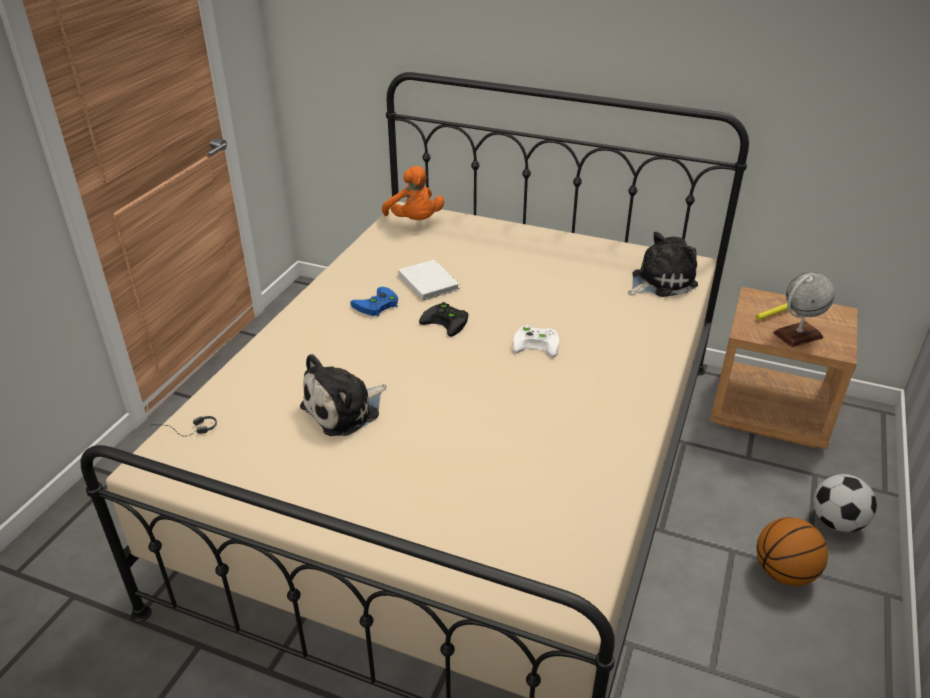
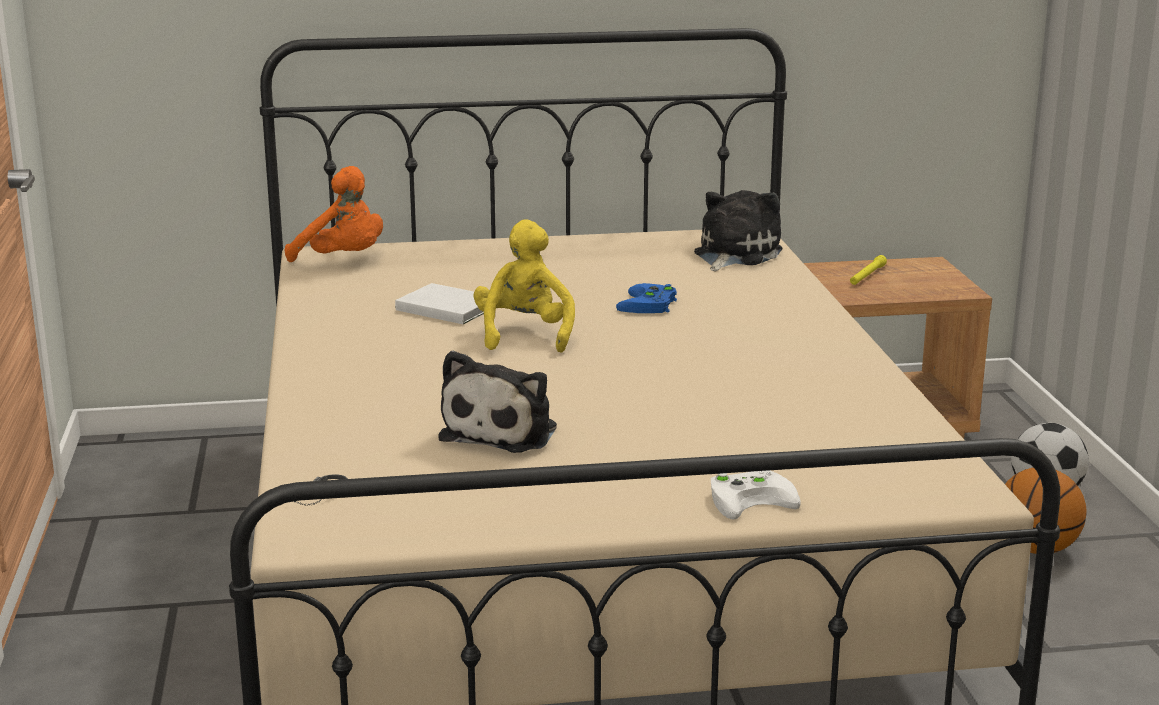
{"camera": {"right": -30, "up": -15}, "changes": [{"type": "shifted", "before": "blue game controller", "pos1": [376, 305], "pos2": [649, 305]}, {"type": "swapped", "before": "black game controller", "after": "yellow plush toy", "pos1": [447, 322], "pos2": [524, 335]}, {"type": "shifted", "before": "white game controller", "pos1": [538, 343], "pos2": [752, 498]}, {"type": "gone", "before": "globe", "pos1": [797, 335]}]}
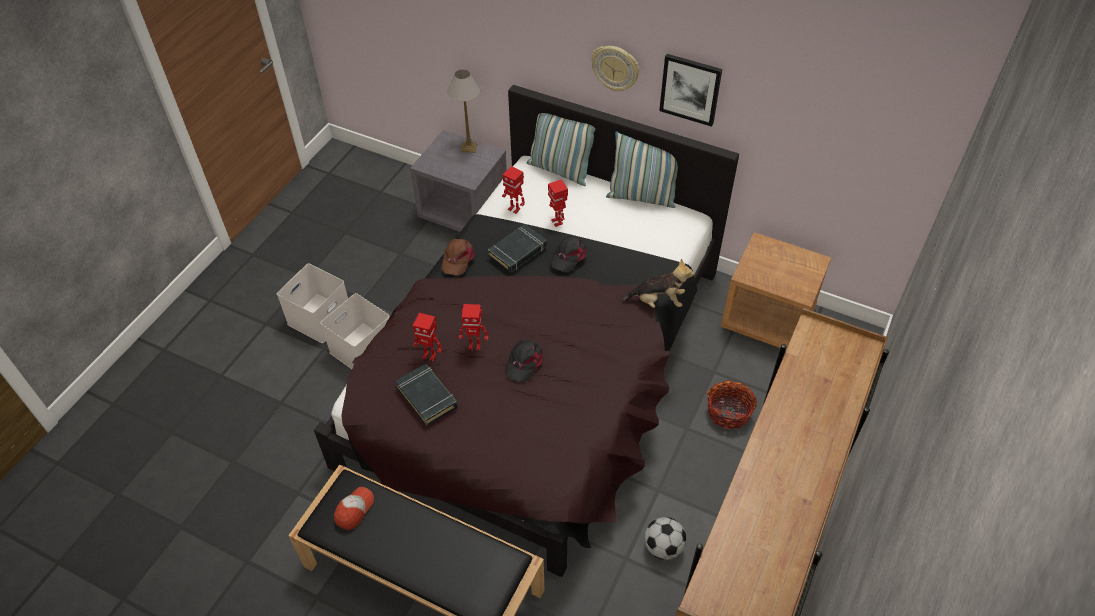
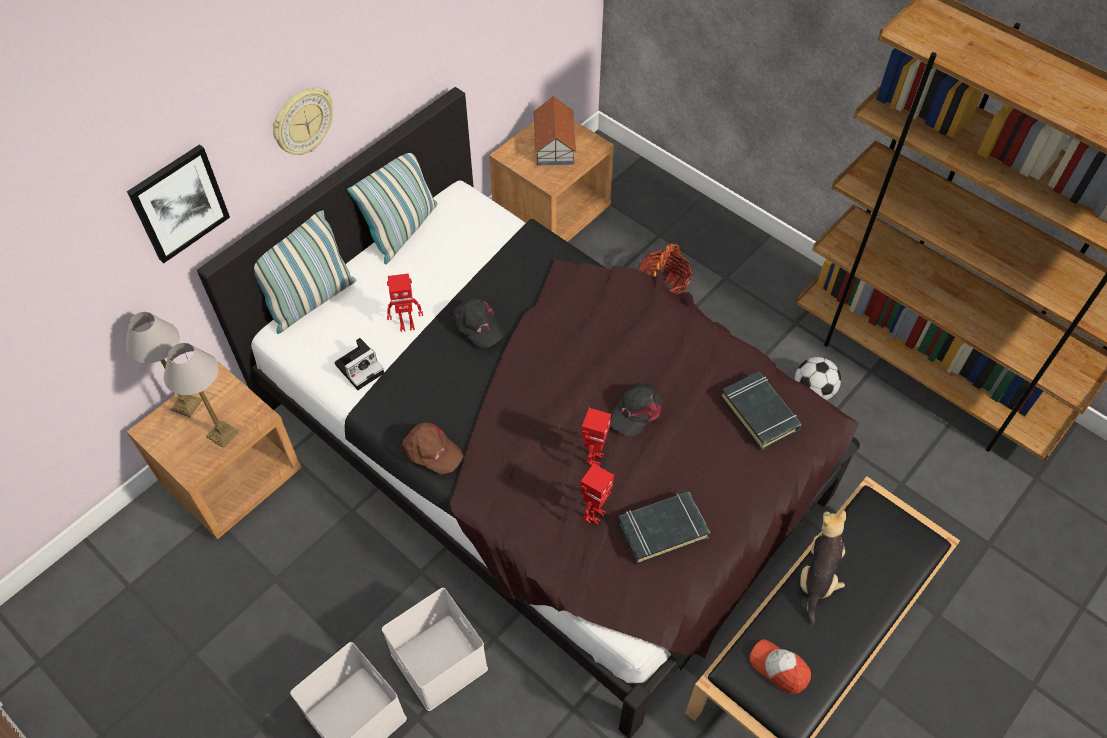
{"camera": {"right": -75, "up": 5}, "changes": [{"type": "repainted", "before": "grey nightstand", "after": "brown nightstand", "pos1": [464, 211], "pos2": [233, 477]}, {"type": "shifted", "before": "black book", "pos1": [518, 251], "pos2": [759, 413]}, {"type": "swapped", "before": "toy robot", "after": "photo camera", "pos1": [514, 209], "pos2": [360, 367]}, {"type": "rotated", "before": "black cap", "pos1": [524, 362], "pos2": [636, 411], "turn": 90}, {"type": "shifted", "before": "plush toy", "pos1": [657, 301], "pos2": [817, 577]}, {"type": "shifted", "before": "picture", "pos1": [690, 89], "pos2": [179, 203]}, {"type": "new", "after": "table lamp", "pos2": [223, 434]}, {"type": "new", "after": "toy house", "pos2": [554, 144]}]}
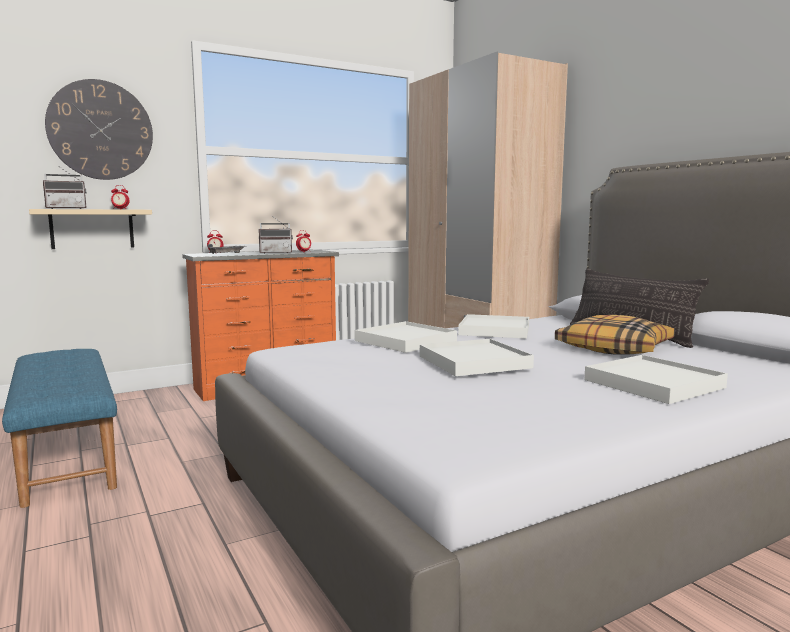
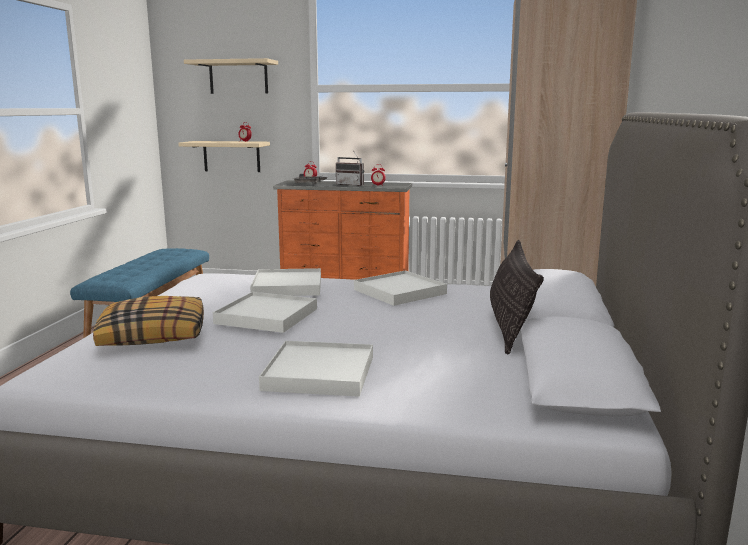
{"camera": {"right": 40, "up": 5}, "changes": [{"type": "gone", "before": "radio", "pos1": [66, 208]}, {"type": "swapped", "before": "wall clock", "after": "beige shelf", "pos1": [100, 130], "pos2": [238, 77]}, {"type": "shifted", "before": "pillow", "pos1": [614, 348], "pos2": [154, 335]}]}
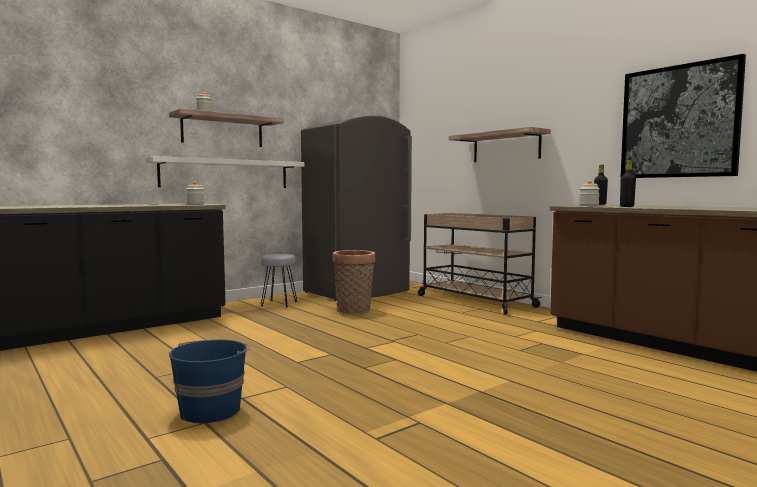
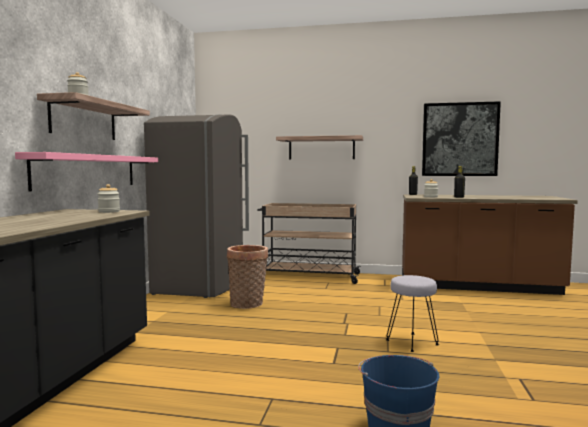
{"camera": {"right": -40, "up": 0}, "changes": [{"type": "repainted", "before": "white shelf", "after": "pink shelf", "pos1": [226, 174], "pos2": [88, 171]}, {"type": "shifted", "before": "grey stool", "pos1": [279, 304], "pos2": [411, 342]}]}
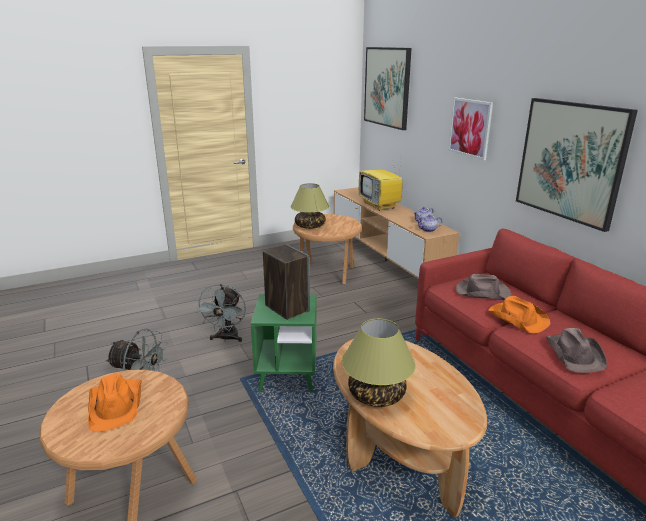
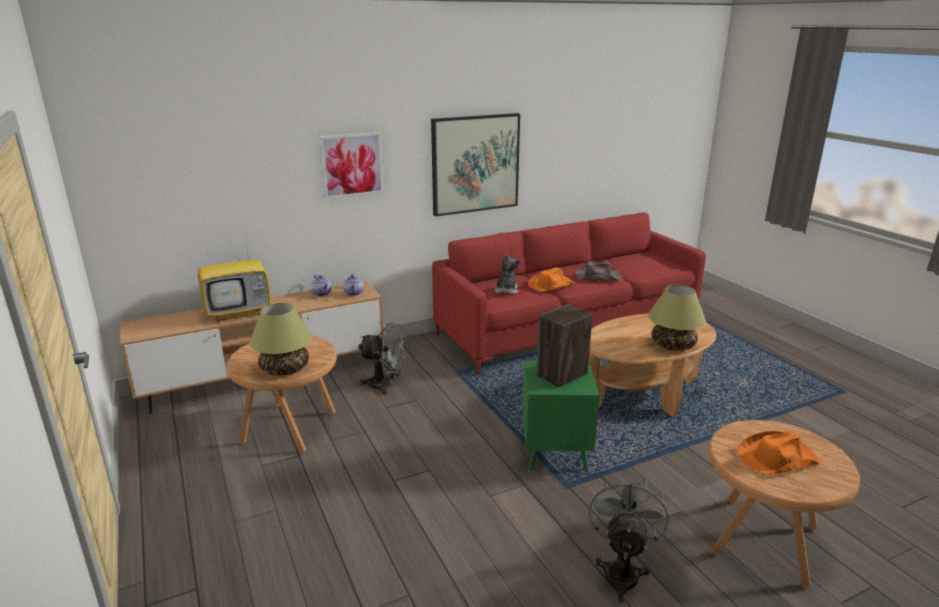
{"camera": {"right": -90, "up": 0}, "changes": [{"type": "shifted", "before": "grey fan", "pos1": [226, 338], "pos2": [386, 385]}, {"type": "gone", "before": "picture", "pos1": [387, 87]}, {"type": "swapped", "before": "brown hat", "after": "plush toy", "pos1": [482, 292], "pos2": [506, 290]}]}
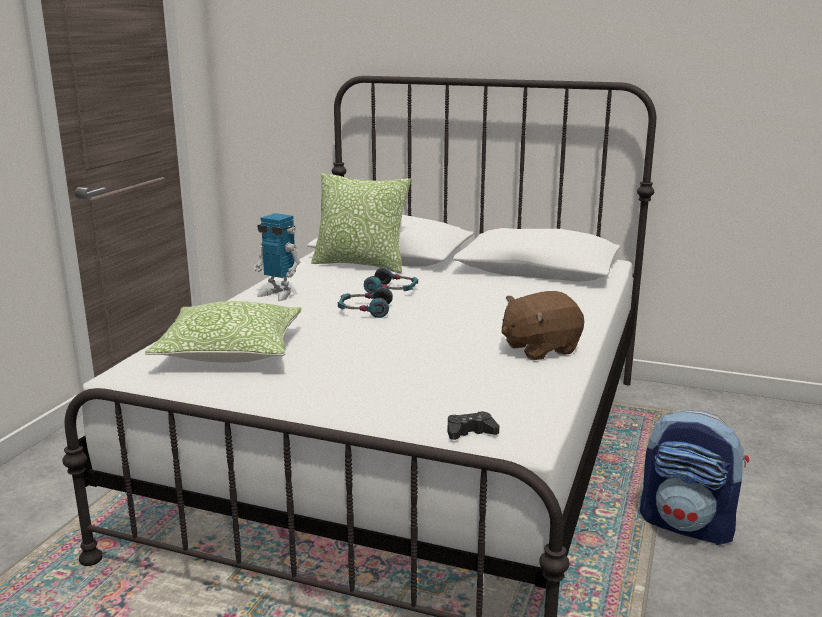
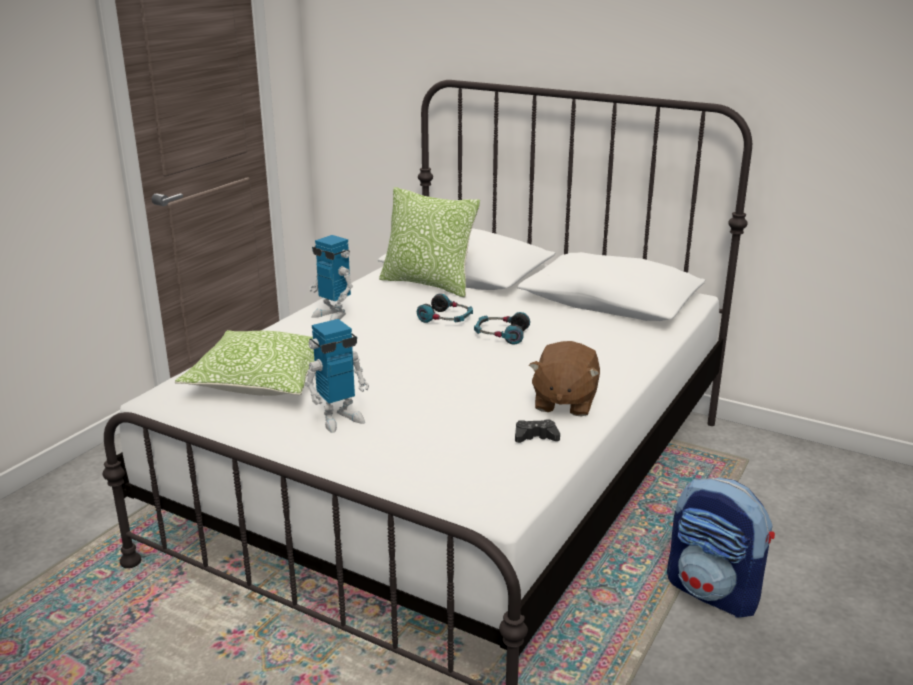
{"camera": {"right": 10, "up": 5}, "changes": [{"type": "shifted", "before": "headphones", "pos1": [365, 310], "pos2": [501, 335]}, {"type": "shifted", "before": "black game controller", "pos1": [470, 432], "pos2": [535, 437]}, {"type": "rotated", "before": "brown plush toy", "pos1": [539, 348], "pos2": [564, 402], "turn": -60}, {"type": "new", "after": "toy robot", "pos2": [339, 419]}]}
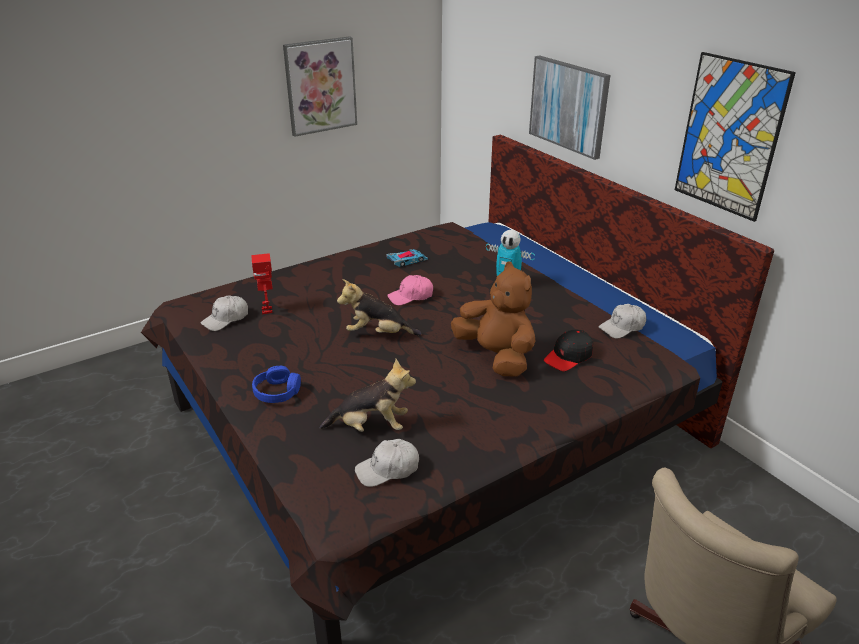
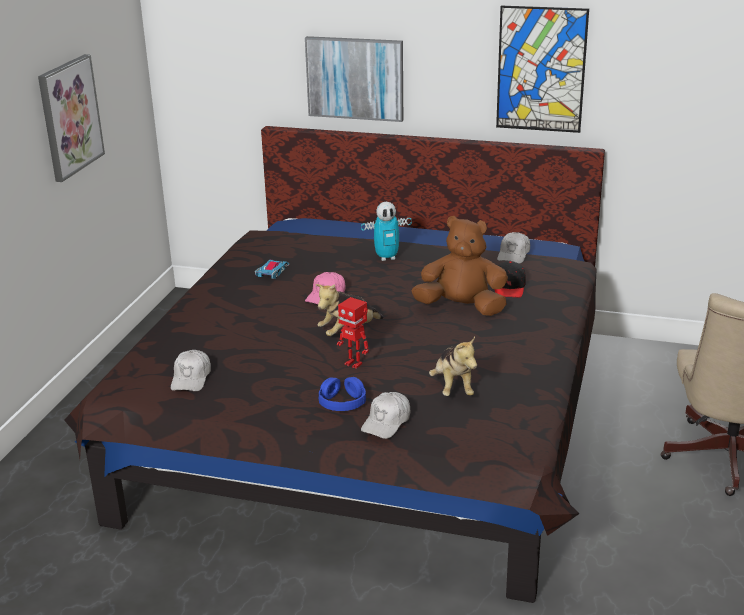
{"camera": {"right": -40, "up": -5}, "changes": [{"type": "shifted", "before": "toy robot", "pos1": [267, 310], "pos2": [354, 364]}, {"type": "rotated", "before": "plush toy", "pos1": [371, 426], "pos2": [453, 387], "turn": 120}, {"type": "shifted", "before": "white cap", "pos1": [388, 469], "pos2": [387, 422]}]}
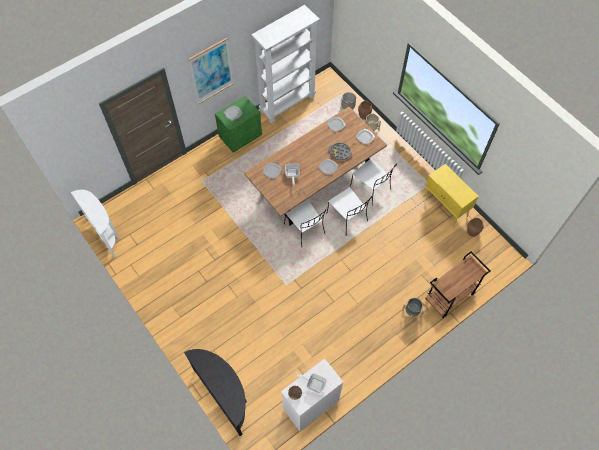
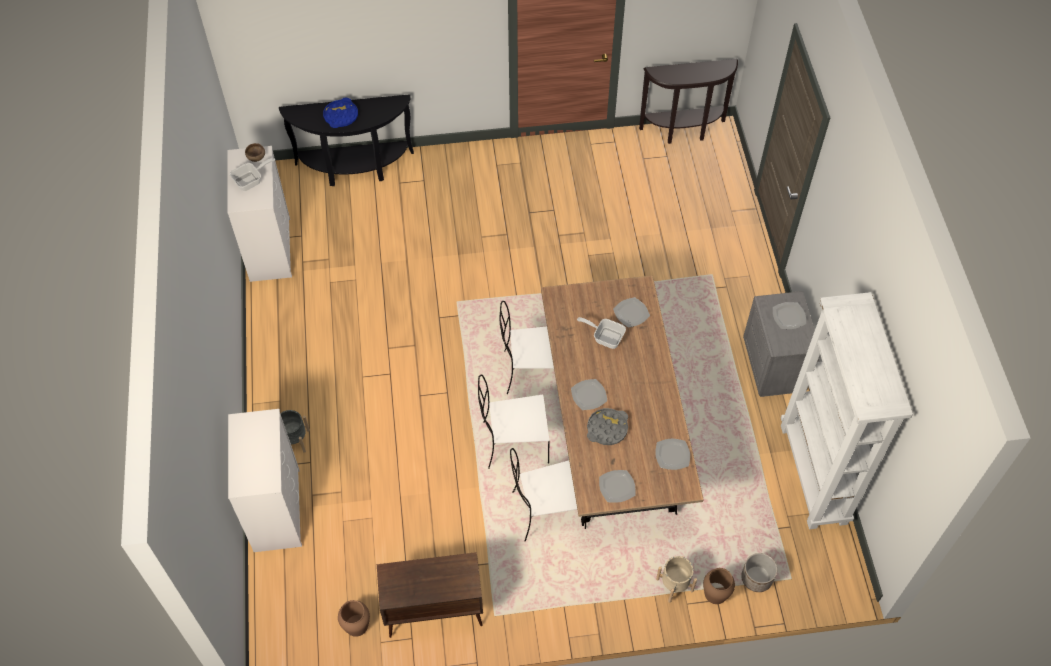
{"camera": {"right": 120, "up": -5}, "changes": [{"type": "repainted", "before": "white console table", "after": "brown console table", "pos1": [106, 233], "pos2": [684, 132]}, {"type": "gone", "before": "picture", "pos1": [211, 71]}, {"type": "repainted", "before": "green nightstand", "after": "grey nightstand", "pos1": [240, 136], "pos2": [775, 365]}, {"type": "repainted", "before": "yellow cabinet", "after": "brown cabinet", "pos1": [445, 206], "pos2": [433, 612]}, {"type": "swapped", "before": "brown cart", "after": "white dresser", "pos1": [449, 297], "pos2": [276, 509]}, {"type": "new", "after": "blue tray", "pos2": [341, 116]}]}
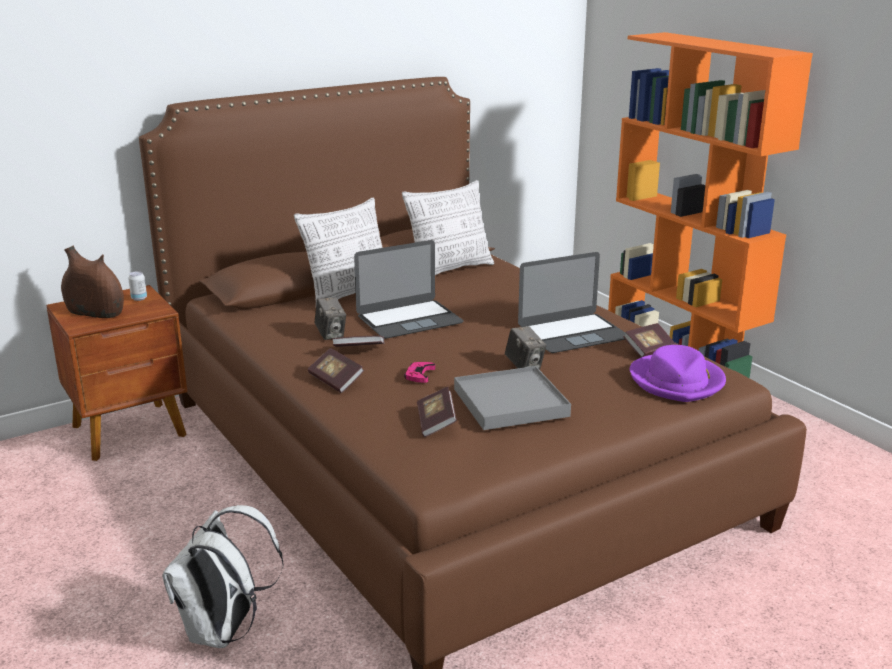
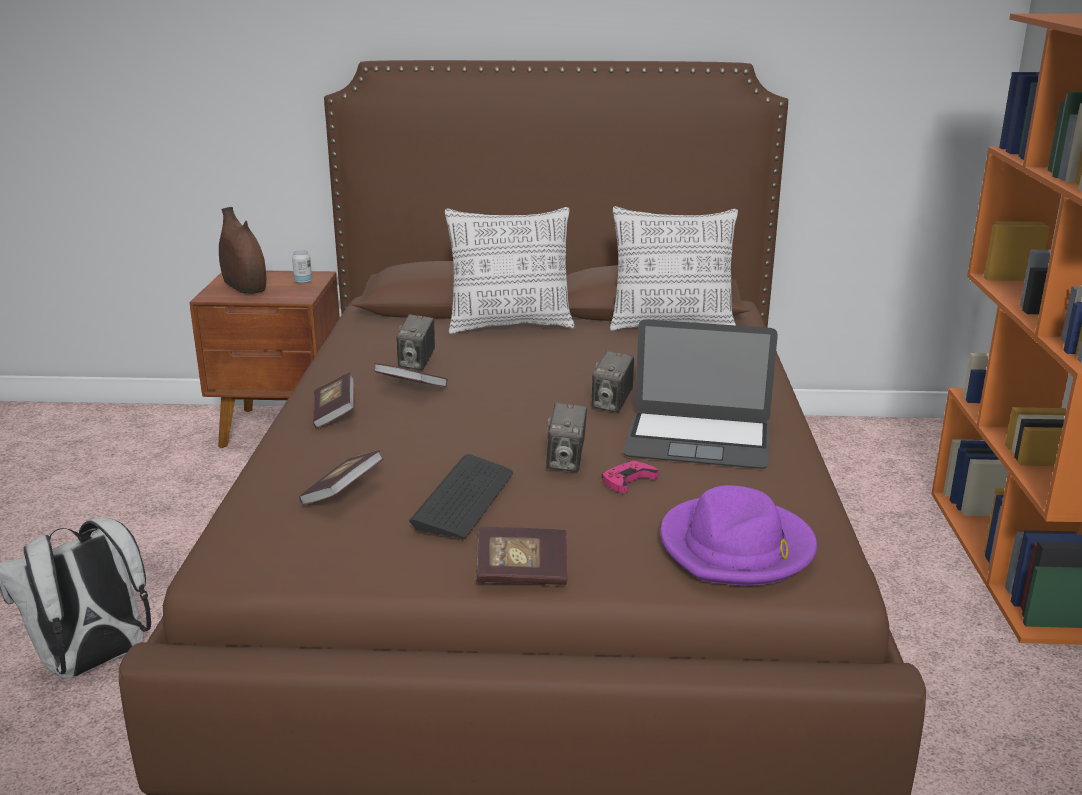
{"camera": {"right": 35, "up": 0}, "changes": [{"type": "gone", "before": "laptop", "pos1": [409, 319]}, {"type": "shifted", "before": "pink game controller", "pos1": [419, 375], "pos2": [628, 480]}, {"type": "swapped", "before": "grey tray", "after": "keyboard", "pos1": [510, 402], "pos2": [464, 499]}, {"type": "shifted", "before": "book", "pos1": [649, 350], "pos2": [521, 573]}, {"type": "new", "after": "photo camera", "pos2": [612, 404]}]}
